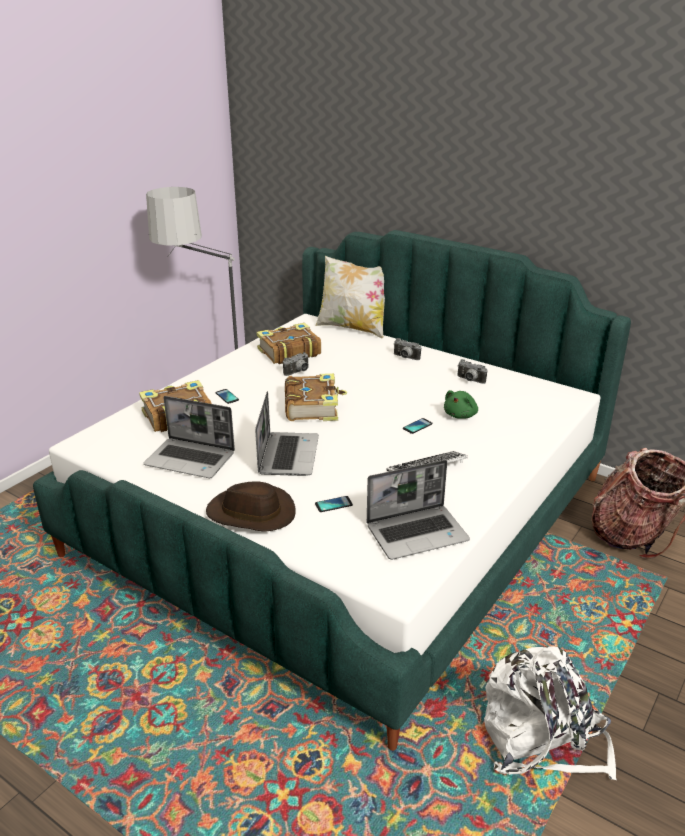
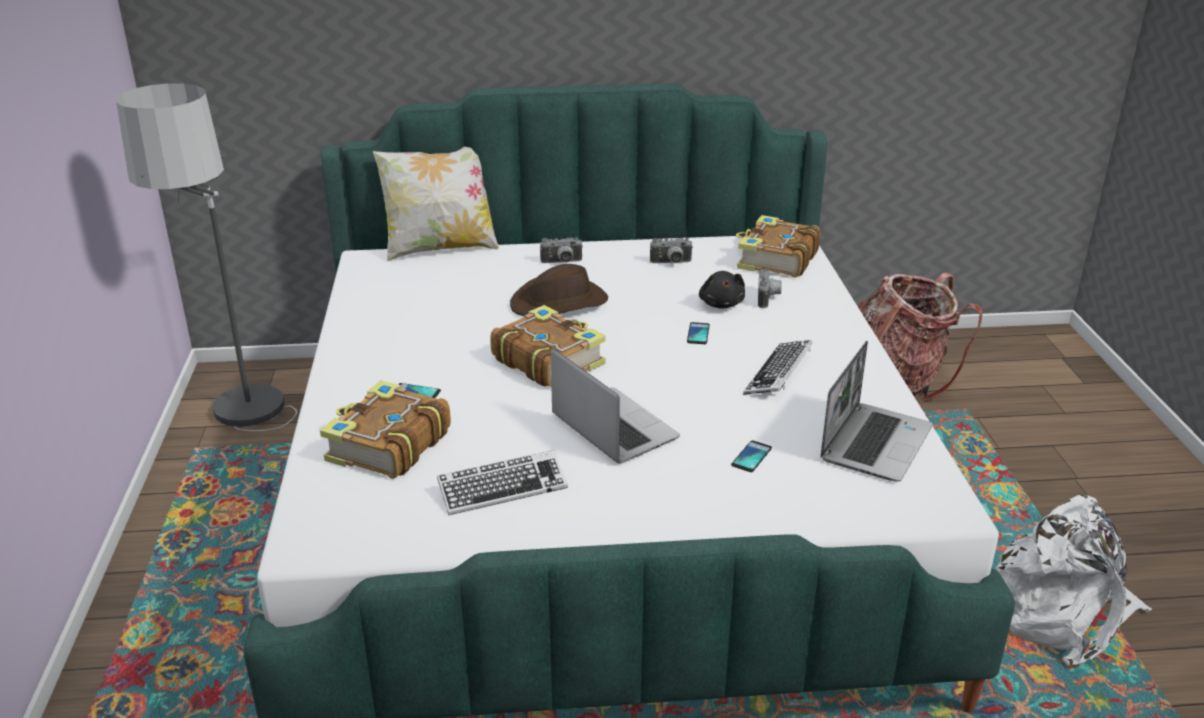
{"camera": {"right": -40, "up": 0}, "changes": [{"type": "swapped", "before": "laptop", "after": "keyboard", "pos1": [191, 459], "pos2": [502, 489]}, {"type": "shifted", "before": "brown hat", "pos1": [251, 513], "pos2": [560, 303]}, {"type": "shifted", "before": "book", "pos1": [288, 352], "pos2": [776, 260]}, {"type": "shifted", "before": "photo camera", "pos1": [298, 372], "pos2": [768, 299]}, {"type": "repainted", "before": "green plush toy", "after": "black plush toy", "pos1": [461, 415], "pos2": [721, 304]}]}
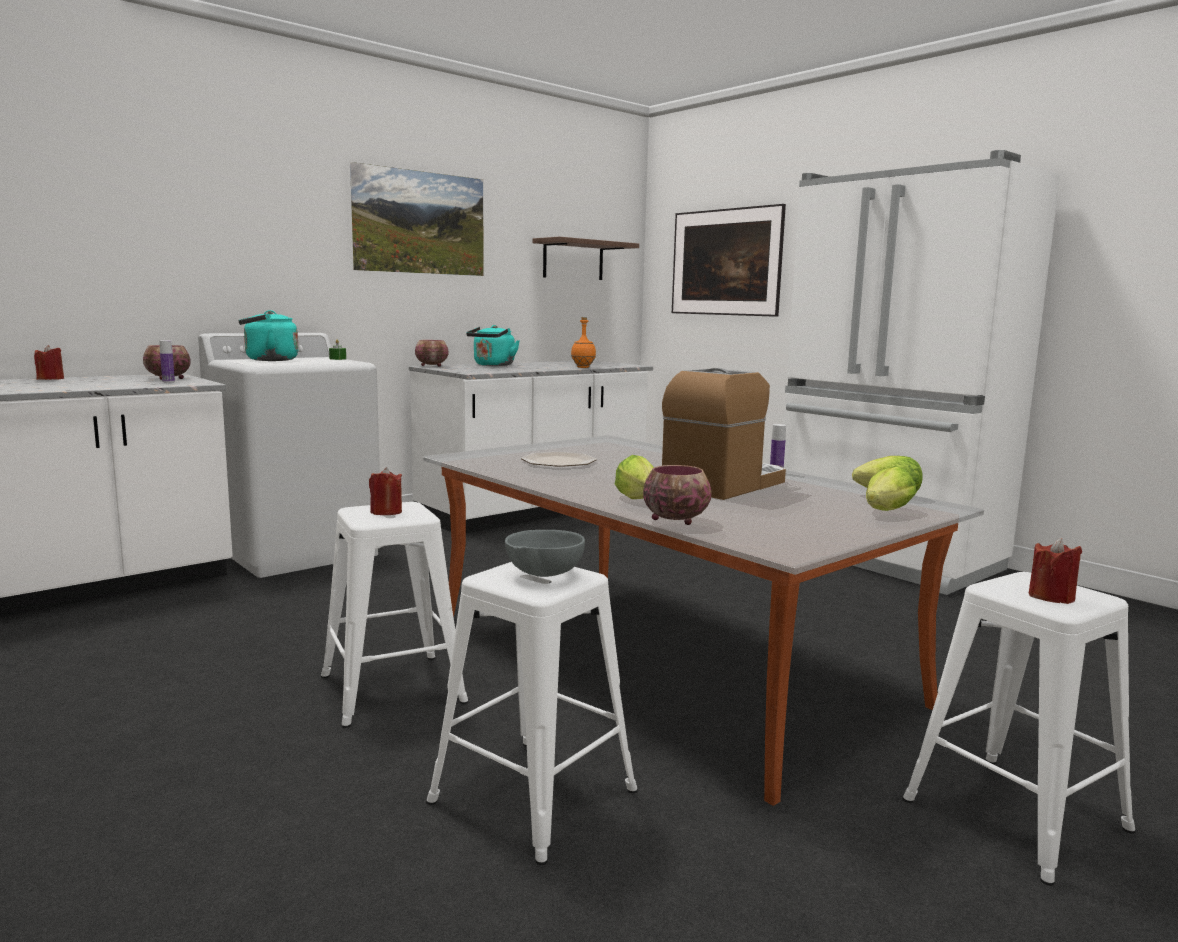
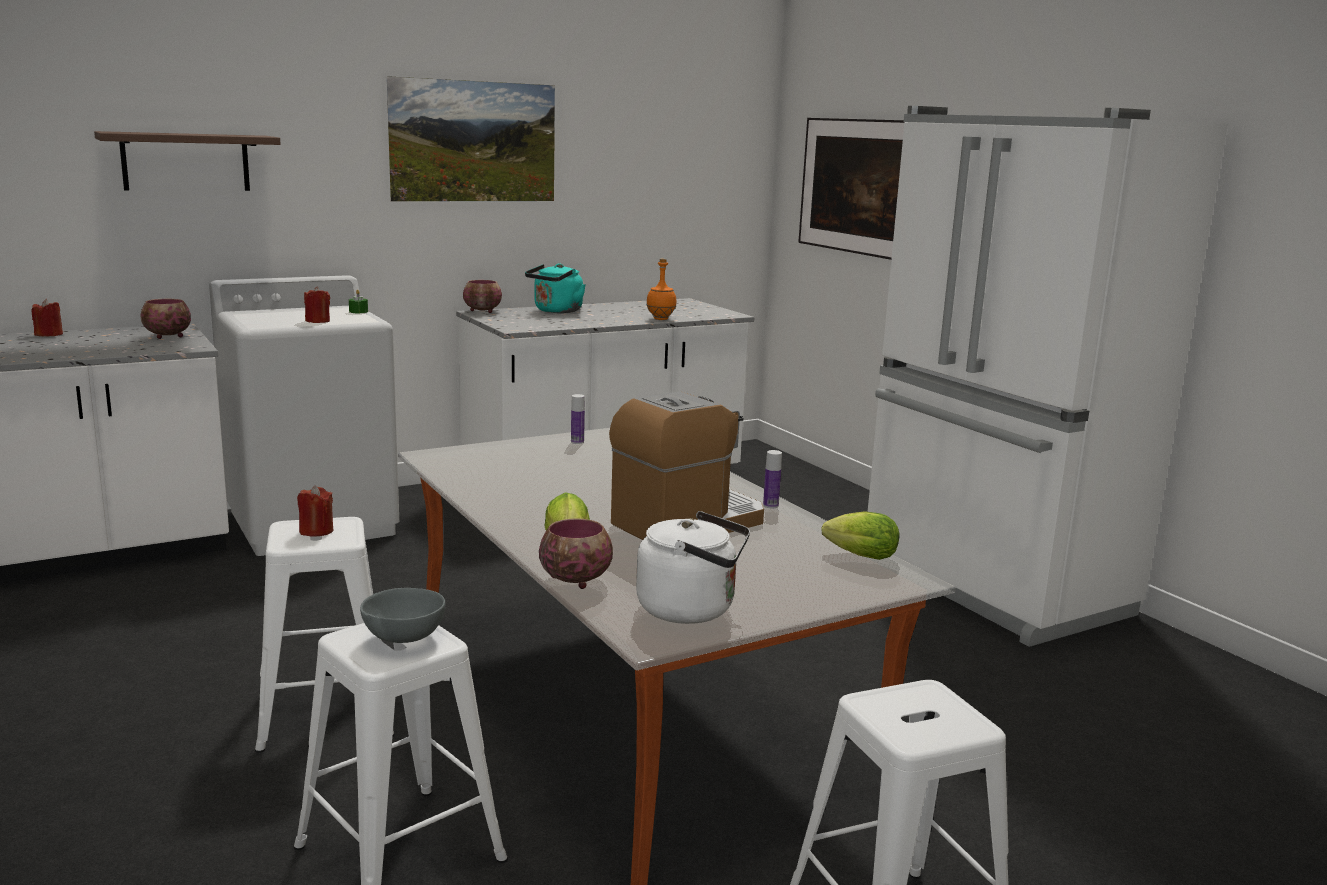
{"camera": {"right": 10, "up": 5}, "changes": [{"type": "shifted", "before": "bottle", "pos1": [168, 381], "pos2": [577, 442]}, {"type": "gone", "before": "turquoise kettle", "pos1": [268, 360]}, {"type": "gone", "before": "plate", "pos1": [558, 462]}, {"type": "shifted", "before": "shelf", "pos1": [573, 260], "pos2": [186, 162]}, {"type": "gone", "before": "lettuce", "pos1": [885, 512]}, {"type": "shifted", "before": "red candle", "pos1": [1051, 597], "pos2": [317, 321]}, {"type": "new", "after": "white kettle", "pos2": [692, 609]}]}
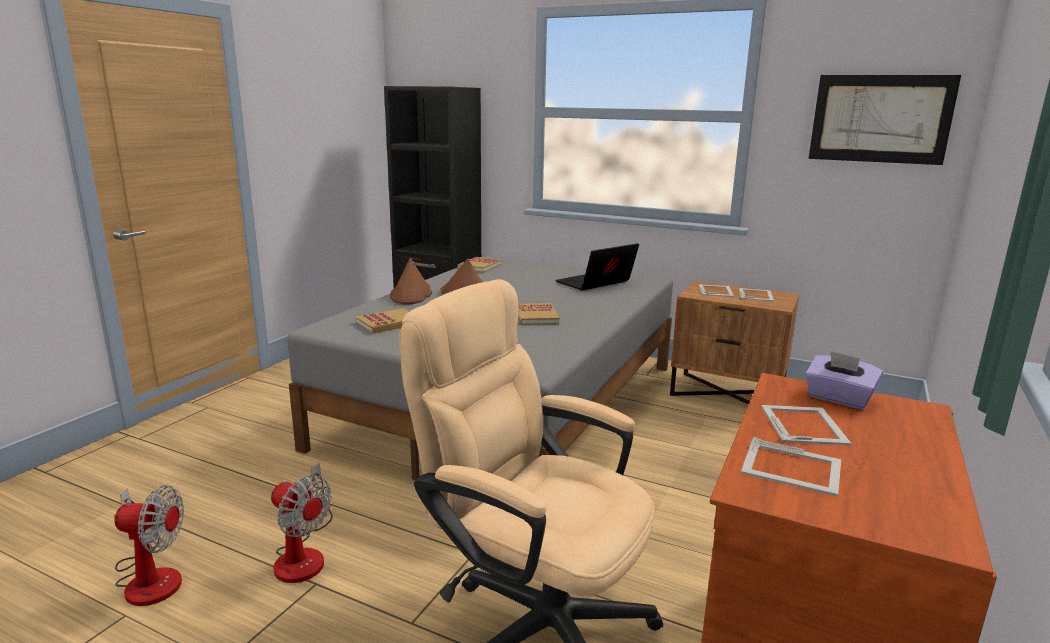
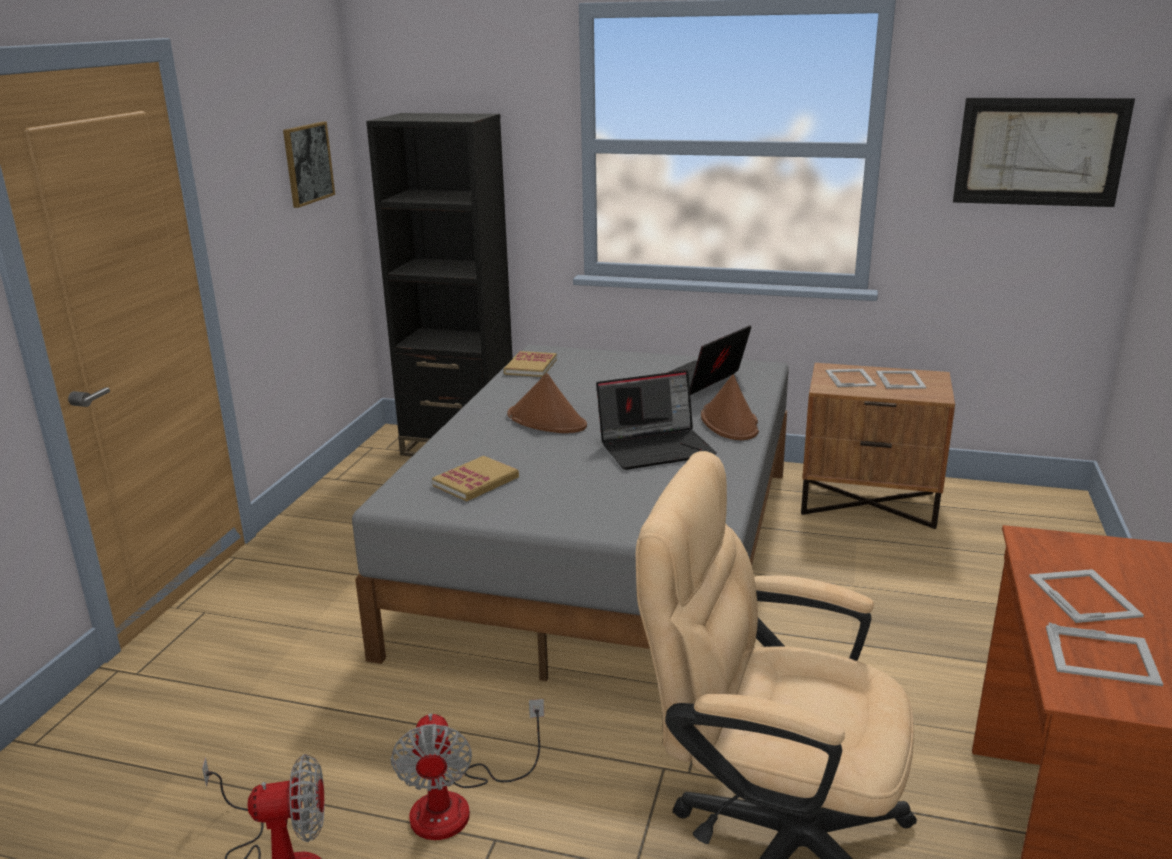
{"camera": {"right": -10, "up": 5}, "changes": [{"type": "rotated", "before": "fan", "pos1": [303, 554], "pos2": [458, 804], "turn": 60}, {"type": "shifted", "before": "brown hat", "pos1": [411, 295], "pos2": [730, 422]}, {"type": "swapped", "before": "book", "after": "laptop", "pos1": [536, 316], "pos2": [657, 447]}, {"type": "gone", "before": "purple tissue box", "pos1": [838, 399]}, {"type": "new", "after": "picture", "pos2": [307, 163]}]}
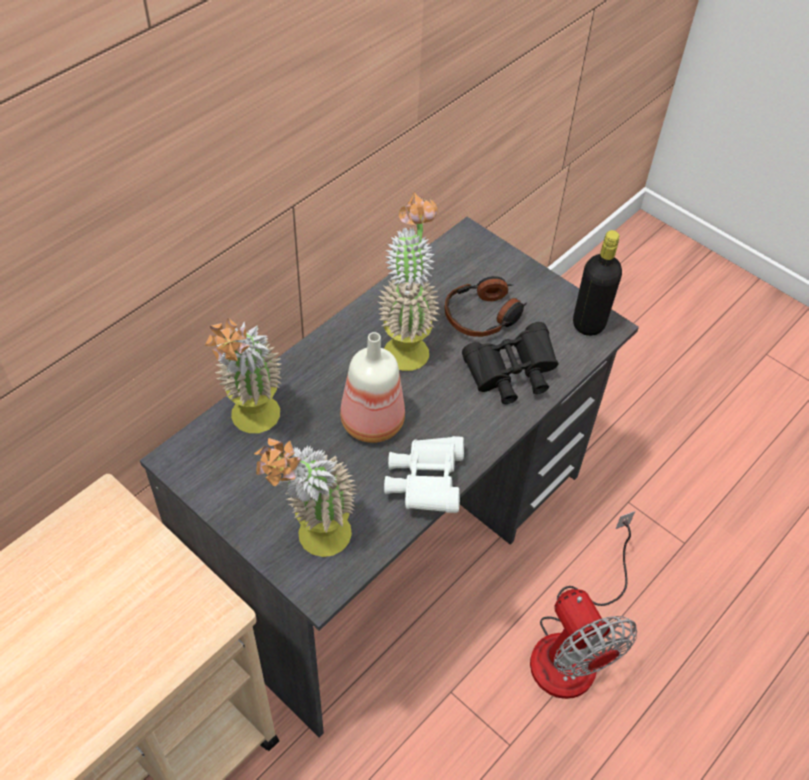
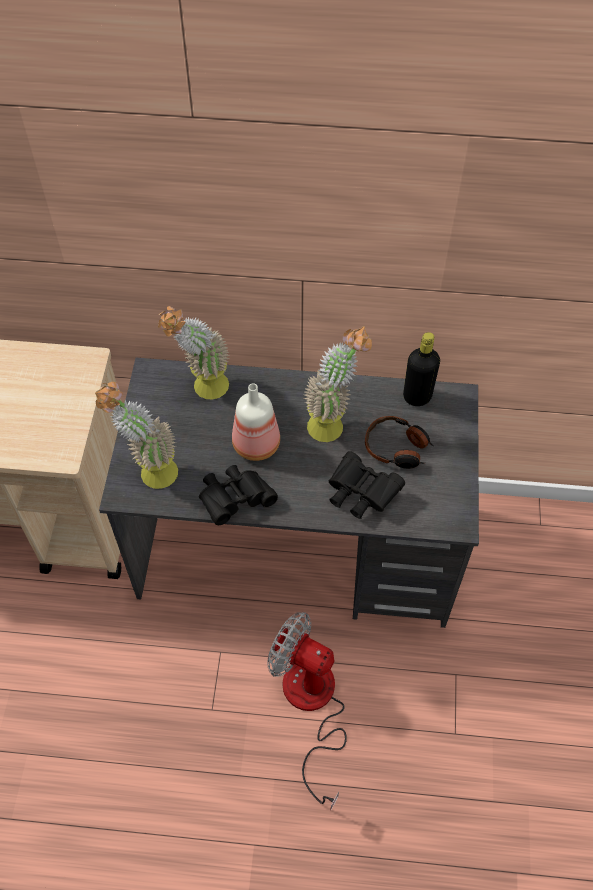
{"camera": {"right": 55, "up": 5}, "changes": [{"type": "repainted", "before": "white binoculars", "after": "black binoculars", "pos1": [425, 483], "pos2": [235, 499]}, {"type": "rotated", "before": "fan", "pos1": [573, 644], "pos2": [311, 705], "turn": 90}, {"type": "shifted", "before": "black bottle", "pos1": [588, 323], "pos2": [417, 396]}]}
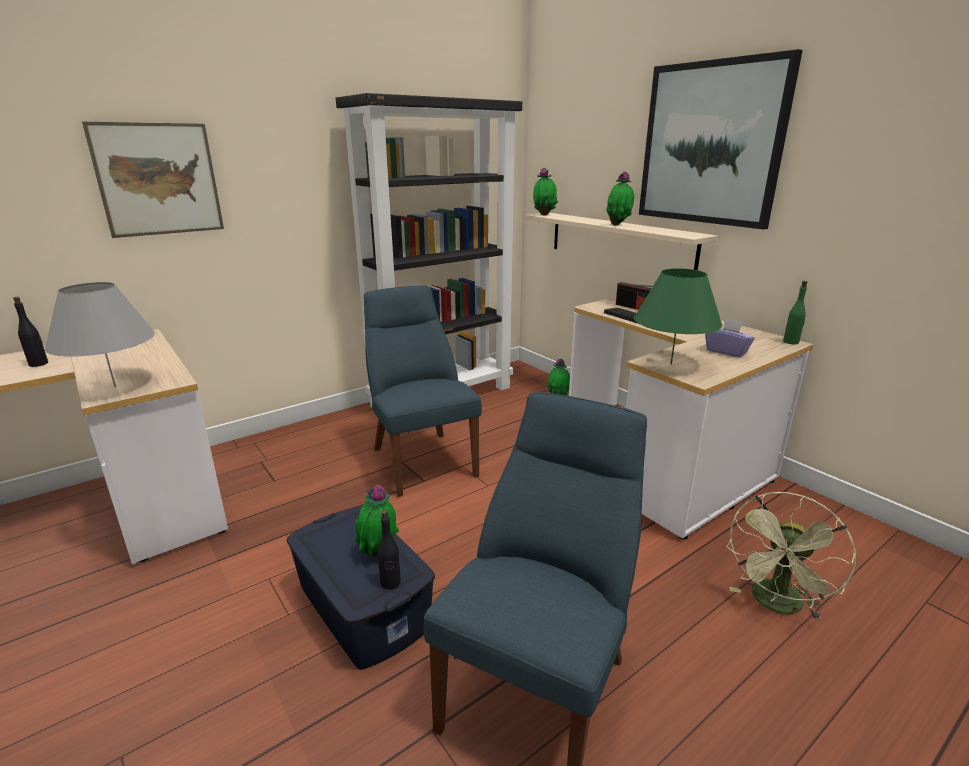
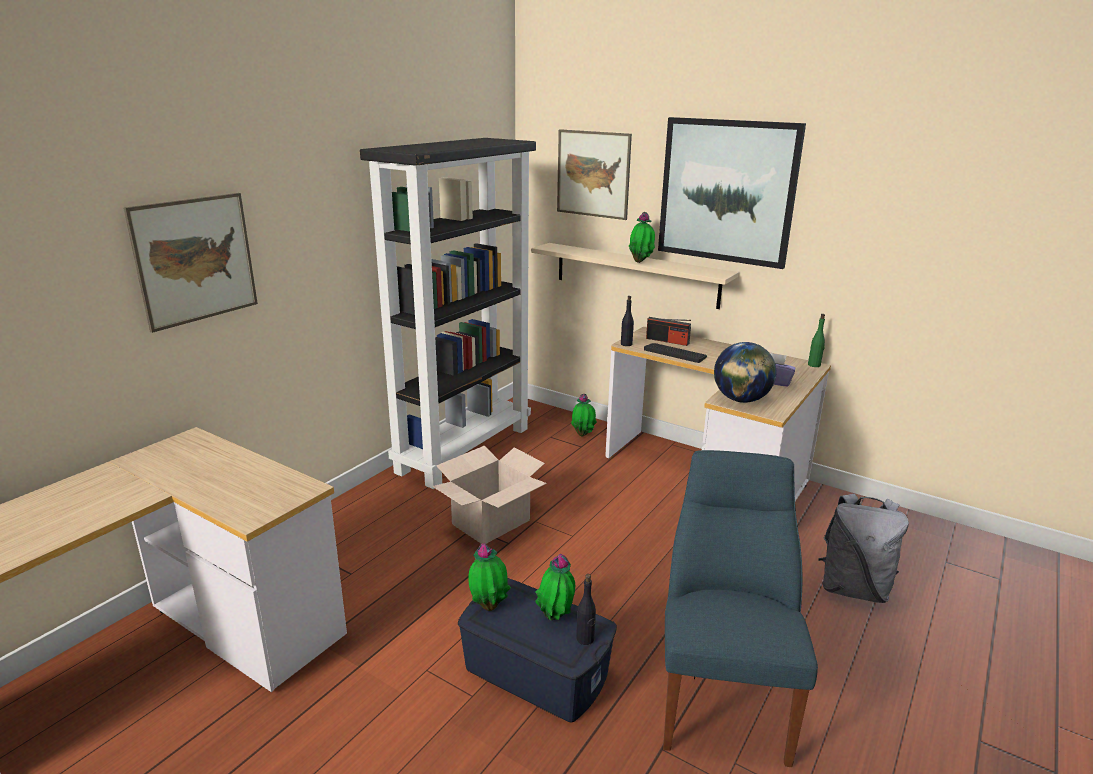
{"camera": {"right": -20, "up": 0}, "changes": [{"type": "shifted", "before": "black bottle", "pos1": [39, 364], "pos2": [626, 344]}, {"type": "gone", "before": "grey table lamp", "pos1": [115, 386]}, {"type": "swapped", "before": "blue chair", "after": "cardboard box", "pos1": [421, 459], "pos2": [491, 522]}, {"type": "shifted", "before": "potted plant", "pos1": [544, 215], "pos2": [489, 606]}, {"type": "swapped", "before": "green table lamp", "after": "globe", "pos1": [671, 363], "pos2": [741, 400]}, {"type": "swapped", "before": "green fan", "after": "grey backpack", "pos1": [776, 605], "pos2": [853, 588]}, {"type": "new", "after": "picture", "pos2": [593, 174]}]}
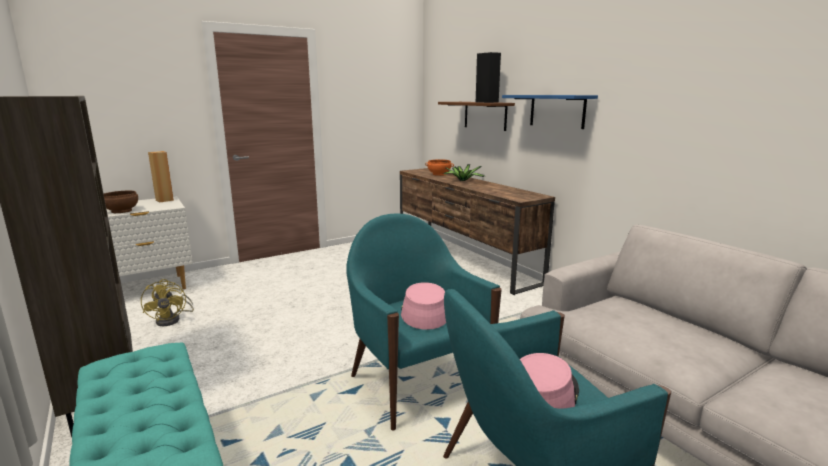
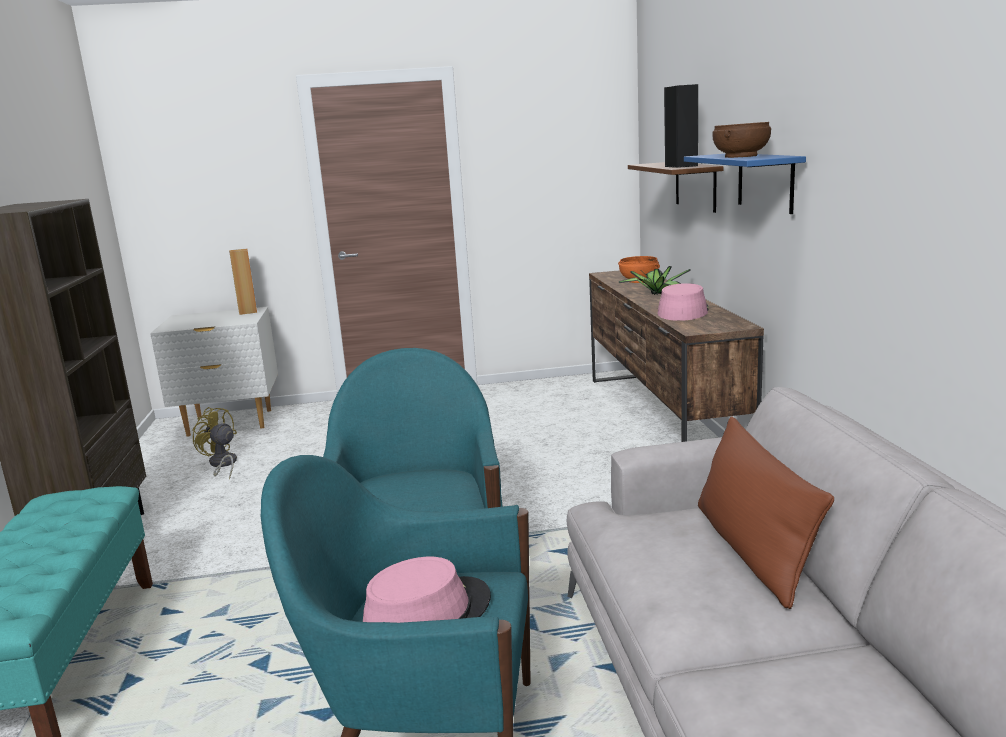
{"camera": {"right": 25, "up": 0}, "changes": [{"type": "shifted", "before": "brown bowl", "pos1": [122, 211], "pos2": [741, 156]}, {"type": "rotated", "before": "yellow fan", "pos1": [172, 319], "pos2": [222, 465], "turn": 120}, {"type": "shifted", "before": "pink hat", "pos1": [424, 312], "pos2": [683, 312]}, {"type": "new", "after": "brown pillow", "pos2": [752, 550]}]}
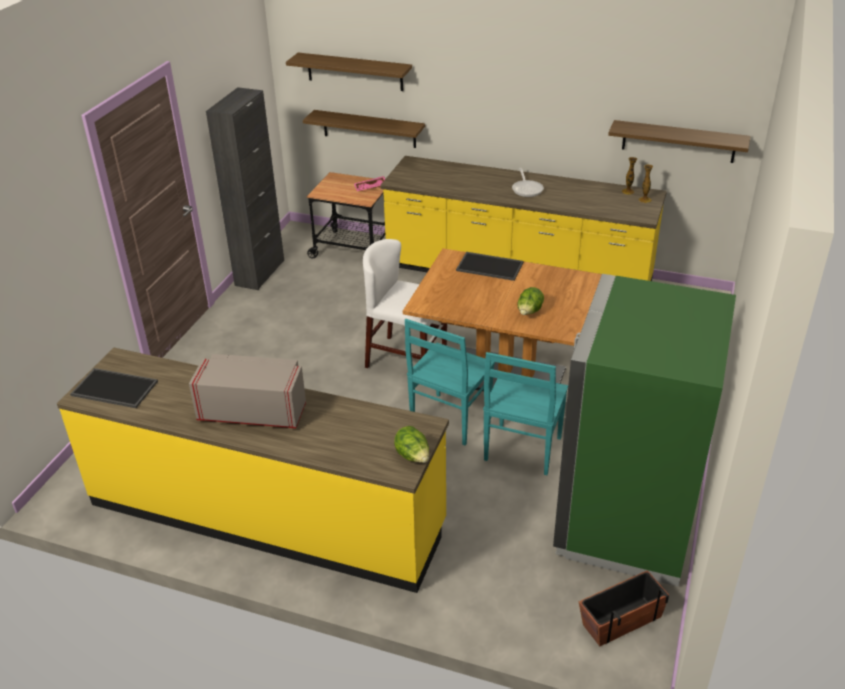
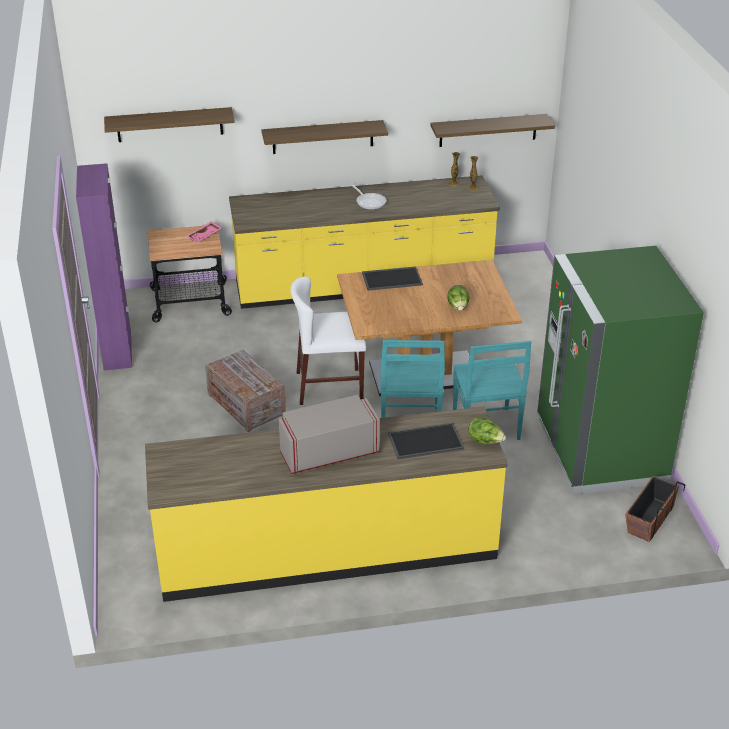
{"camera": {"right": -30, "up": 0}, "changes": [{"type": "shifted", "before": "tray", "pos1": [113, 389], "pos2": [425, 442]}, {"type": "repainted", "before": "black cabinet", "after": "purple cabinet", "pos1": [260, 273], "pos2": [117, 351]}, {"type": "shifted", "before": "shelf", "pos1": [369, 129], "pos2": [322, 137]}, {"type": "new", "after": "crate", "pos2": [246, 404]}]}
